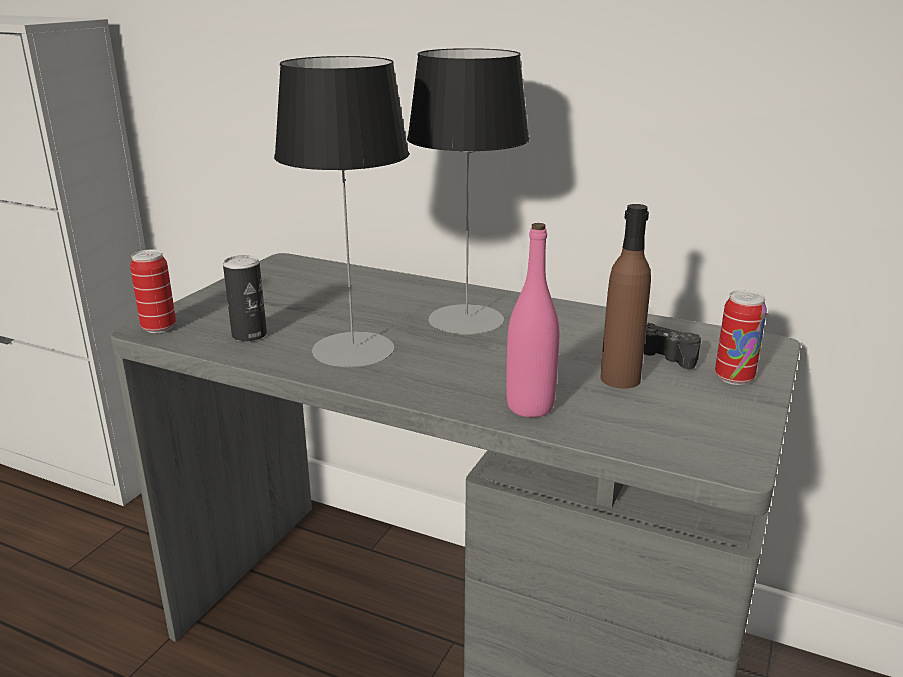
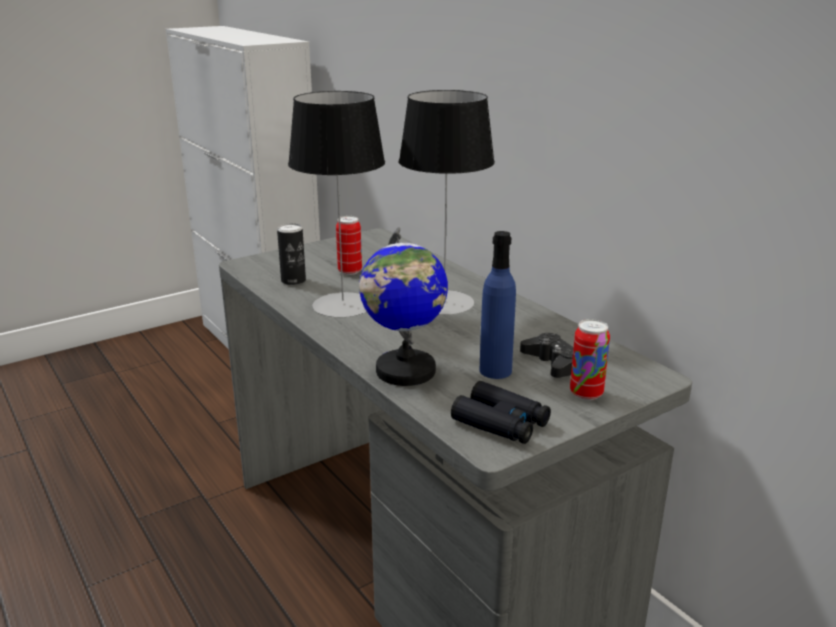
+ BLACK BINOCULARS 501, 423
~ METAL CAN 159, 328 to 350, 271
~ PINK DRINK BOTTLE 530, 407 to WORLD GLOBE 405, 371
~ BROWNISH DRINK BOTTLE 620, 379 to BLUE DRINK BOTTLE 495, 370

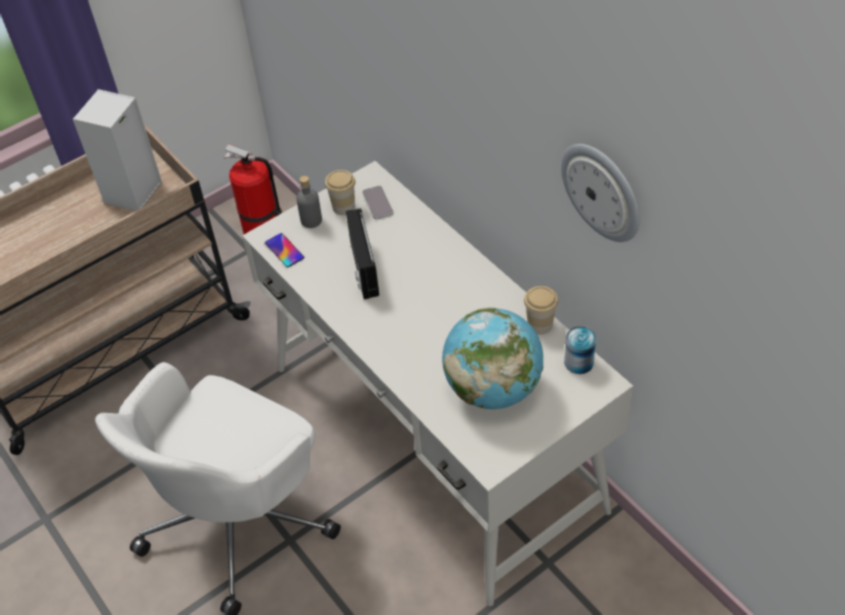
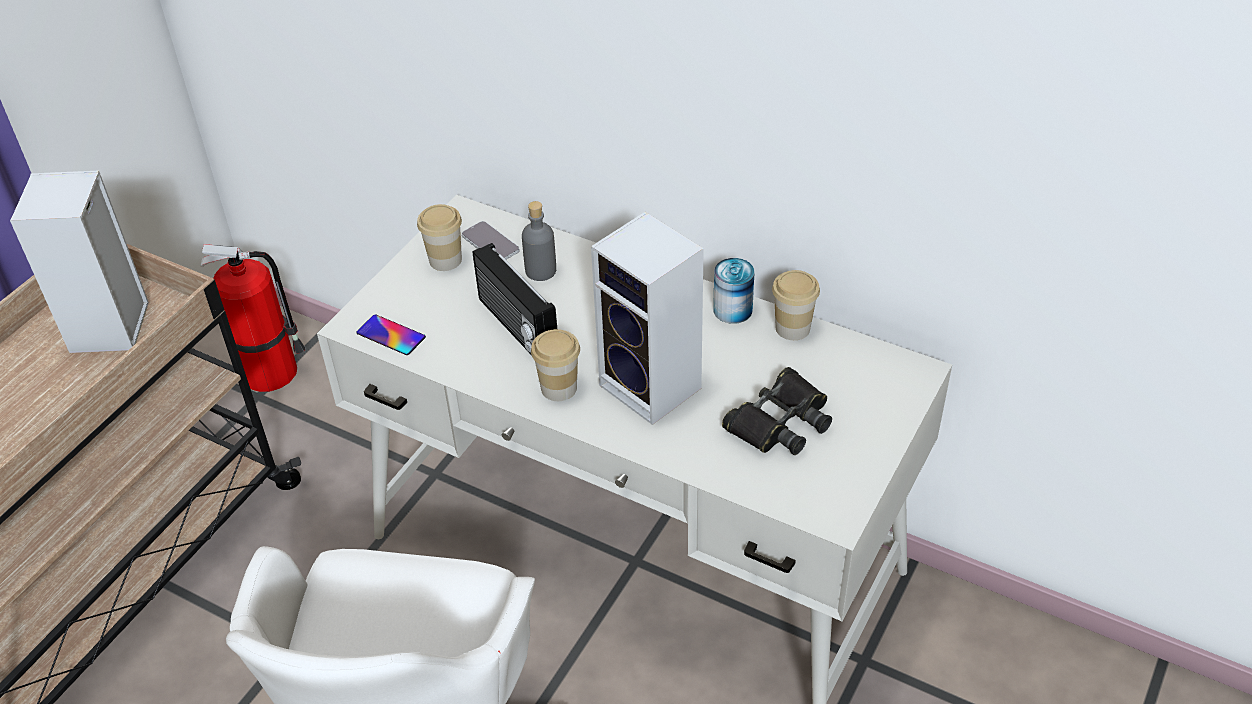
- WALL CLOCK 602, 191
+ CUP 559, 388
+ LOUDSPEAKER 654, 387
~ GRAY DRINK BOTTLE 311, 220 to 541, 270
~ METAL CAN 579, 362 to 732, 310
~ WORLD GLOBE 493, 388 to BLACK BINOCULARS 780, 421

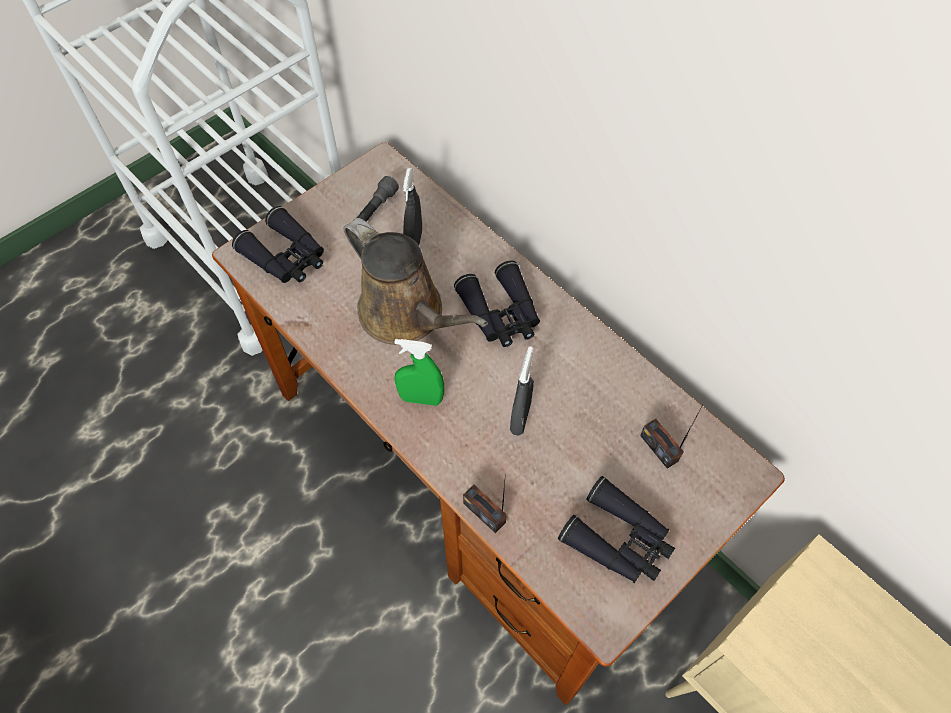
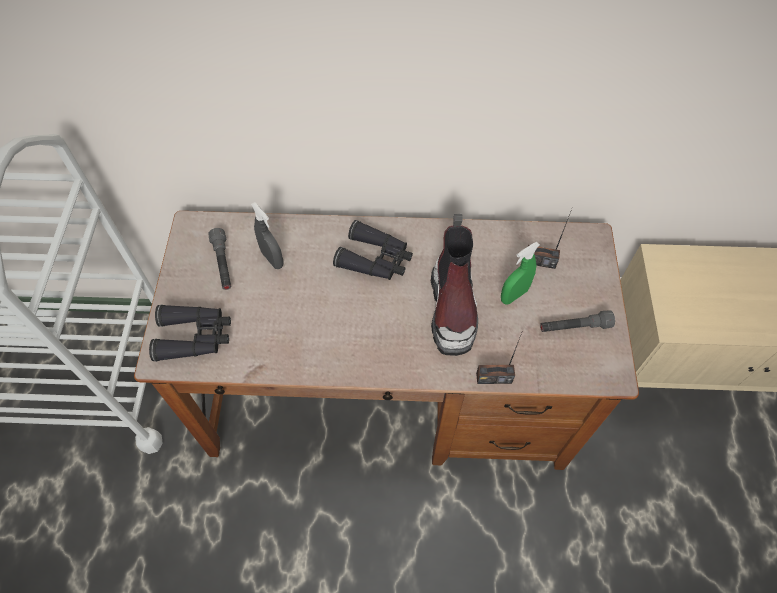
- BROWNISH SPRINKLING CAN 407, 314
~ GREEN-COLOURED HAND SPRAYER 421, 398 to 514, 295
~ GRAY HAND SPRAYER 520, 418 to HIGH-TOP BOOT 453, 308
~ BLACK BINOCULARS 619, 540 to GRAY FLASHLIGHT 574, 327

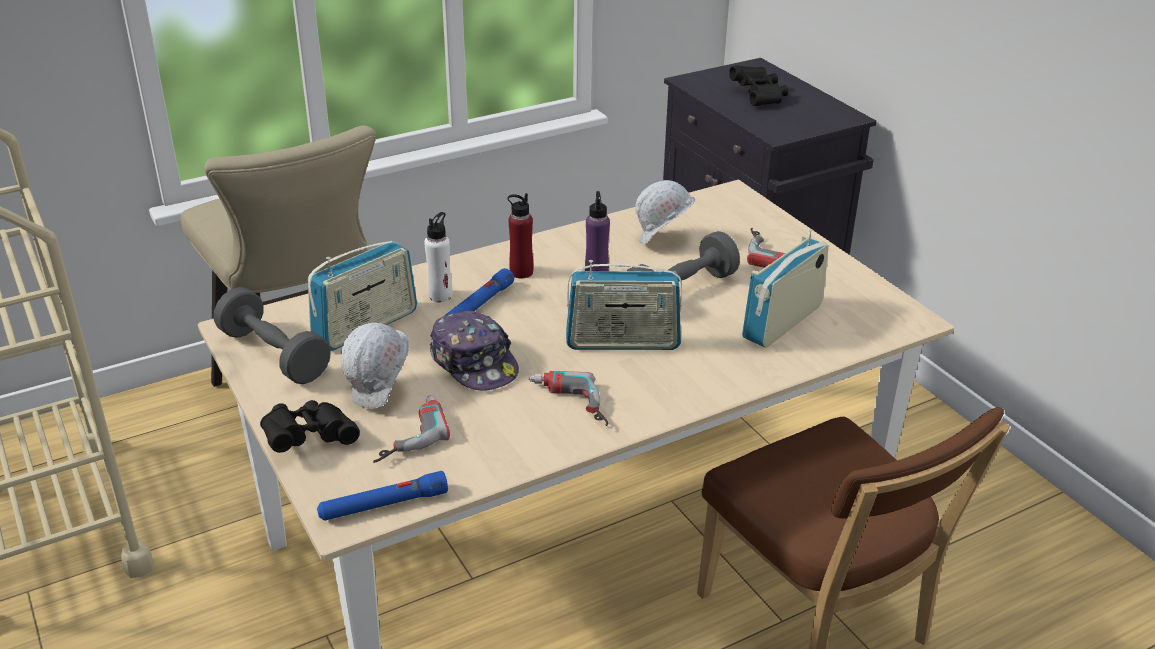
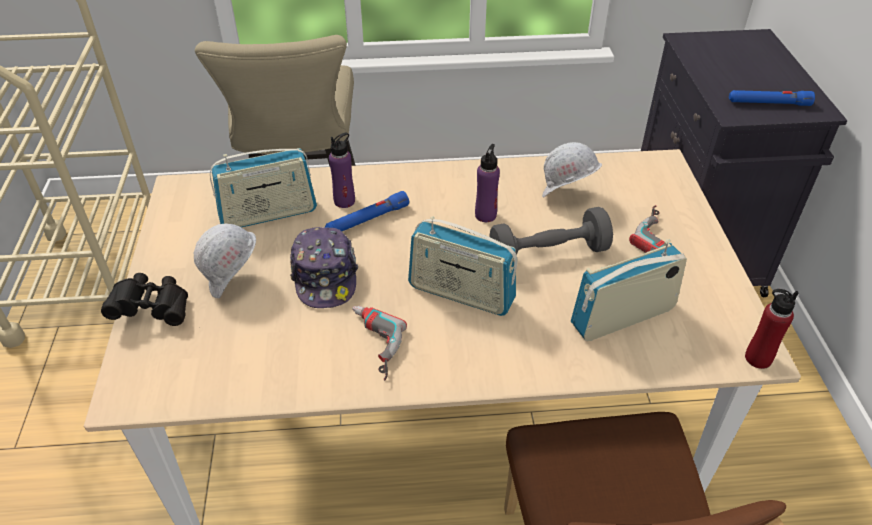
- GRAY FREE WEIGHT 274, 355
- ELECTRIC DRILL 406, 434
- BLACK BINOCULARS 759, 96
~ BLUE FLASHLIGHT 383, 505 to 768, 103
~ RED DRINK BOTTLE 521, 272 to 758, 358
~ WHITE DRINK BOTTLE 440, 295 to PURPLE DRINK BOTTLE 344, 201

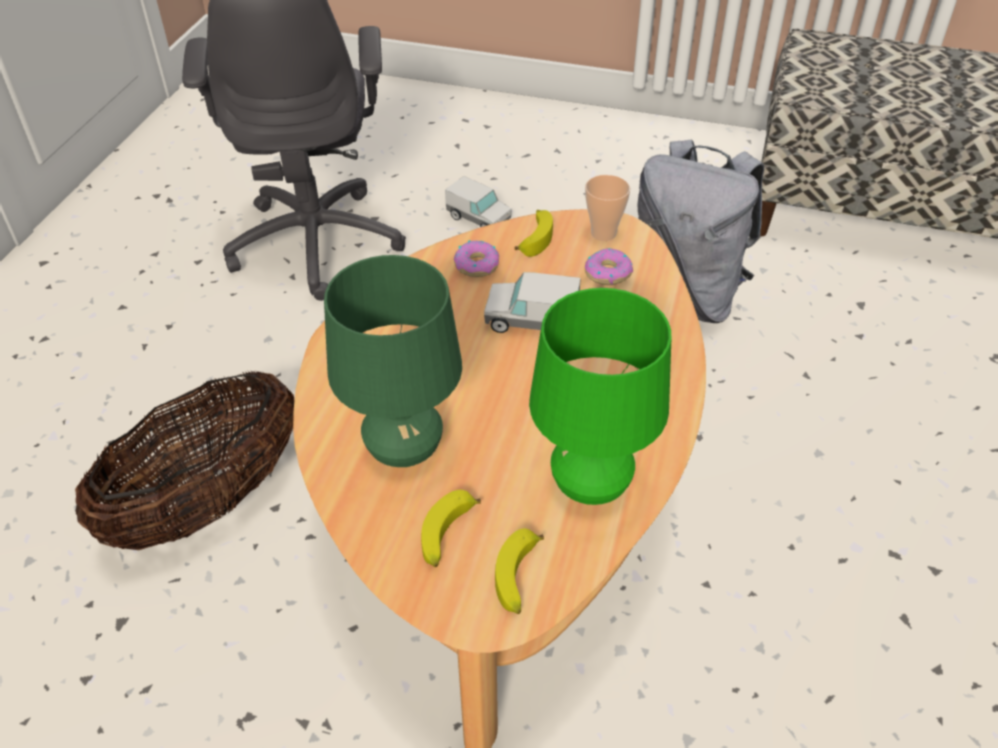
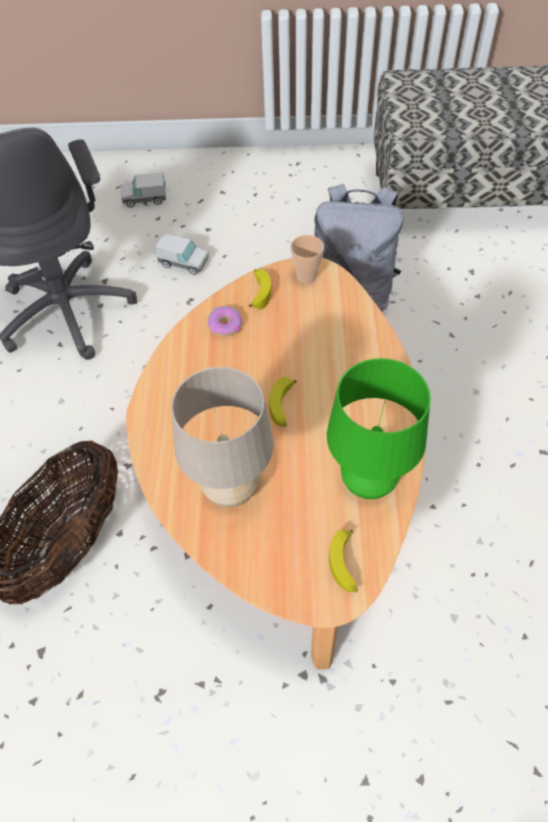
- RING DOUGHNUT 607, 273
~ BANANA FRUIT 447, 536 to 283, 407
~ TOY TRUCK 532, 321 to 145, 199
~ GREEN-COLOURED TABLETOP LAMP 405, 450 to SAND-COLOURED TABLETOP LAMP 231, 489

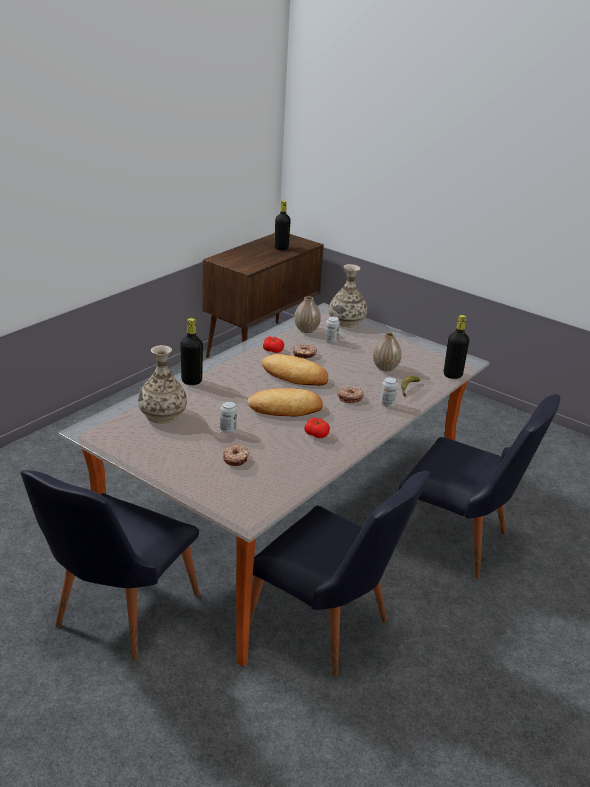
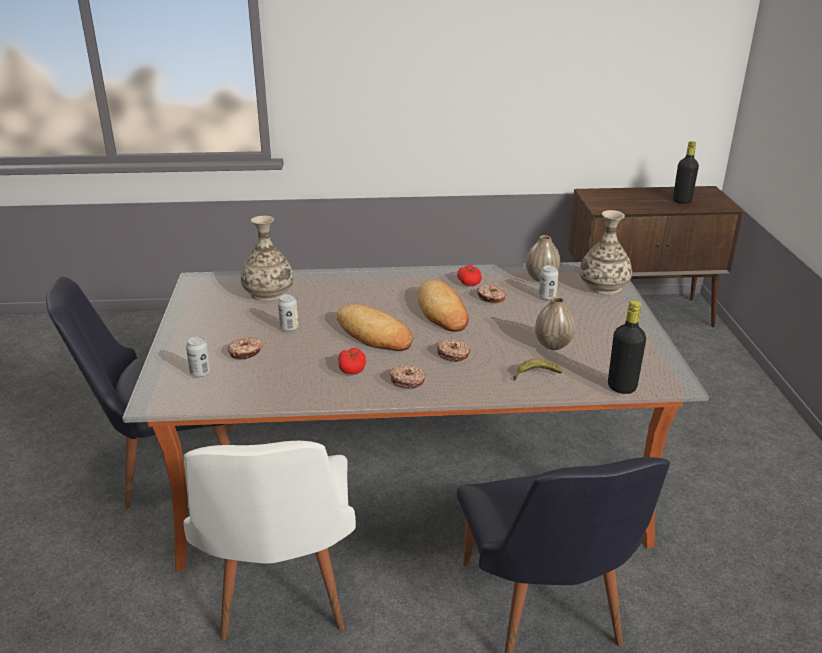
- BLACK DRINK BOTTLE 191, 381
+ RING DOUGHNUT 407, 381
~ METAL CAN 387, 404 to 200, 372
~ BLACK UPRIGHT CHAIR 328, 630 to WHITE UPRIGHT CHAIR 281, 596

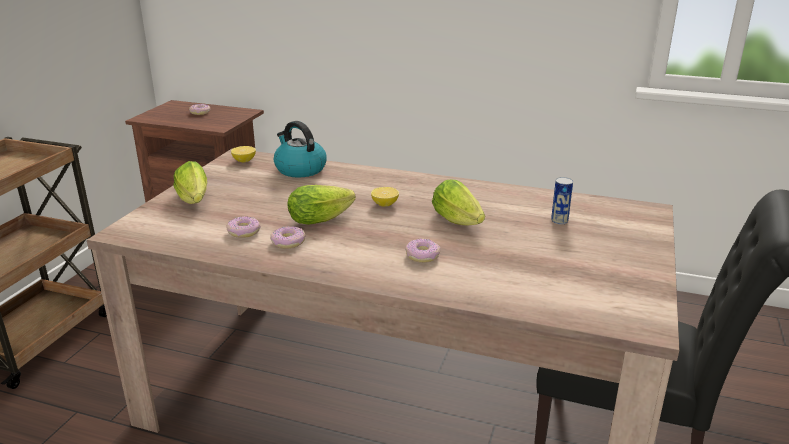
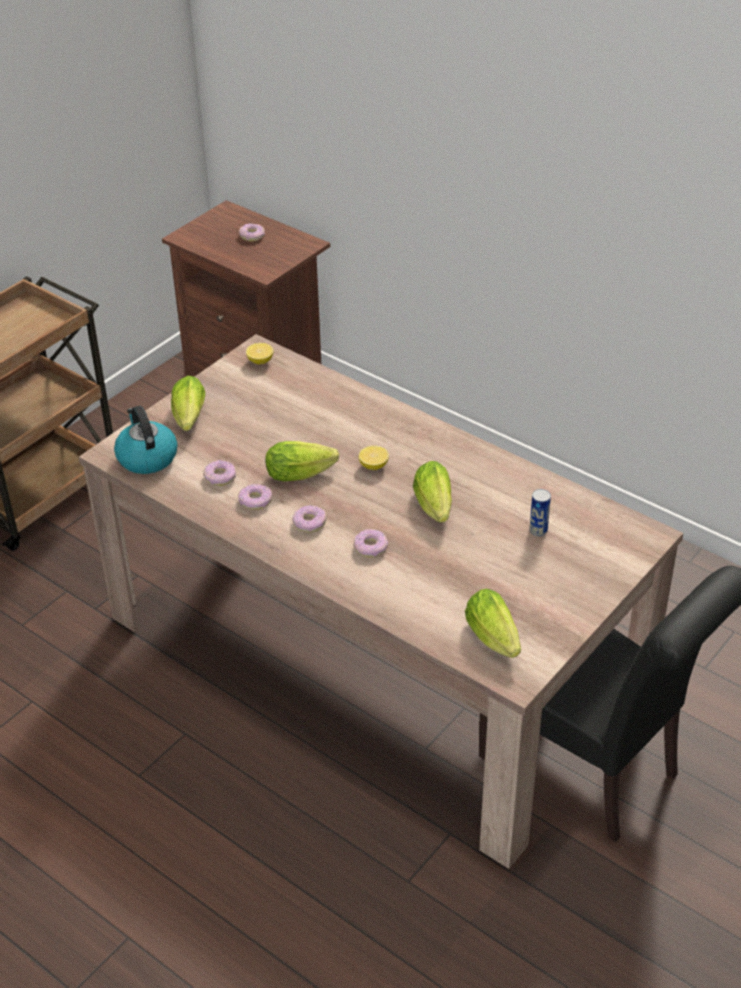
+ RING DOUGHNUT 309, 523
+ HEAD OF LETTUCE 495, 639
~ KETTLE 299, 169 to 146, 457

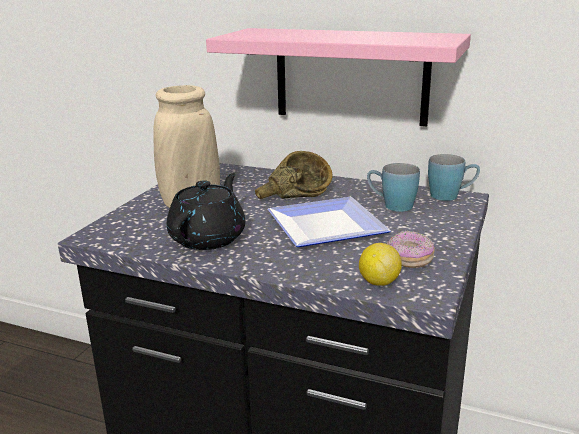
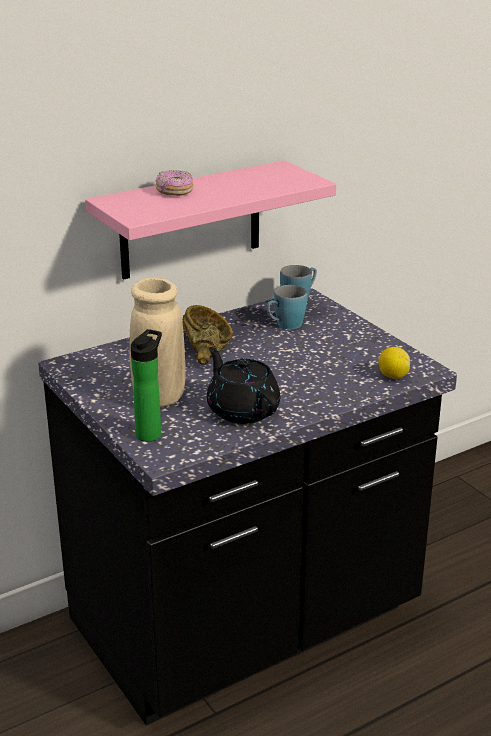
- PLATE 321, 225
+ DRINK BOTTLE 150, 433
~ RING DOUGHNUT 409, 259 to 174, 192

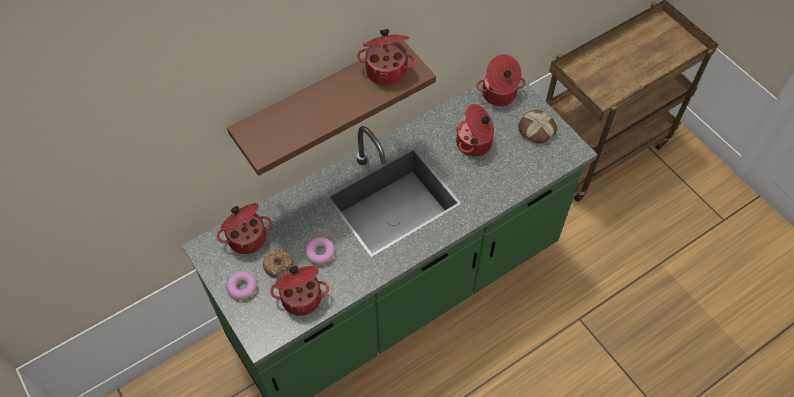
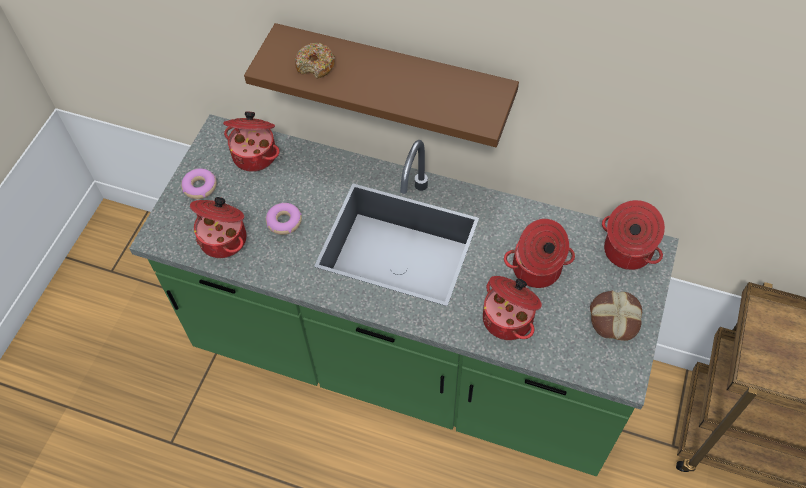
~ RING DOUGHNUT 278, 265 to 315, 65
~ SAUCEPOT 386, 70 to 509, 318

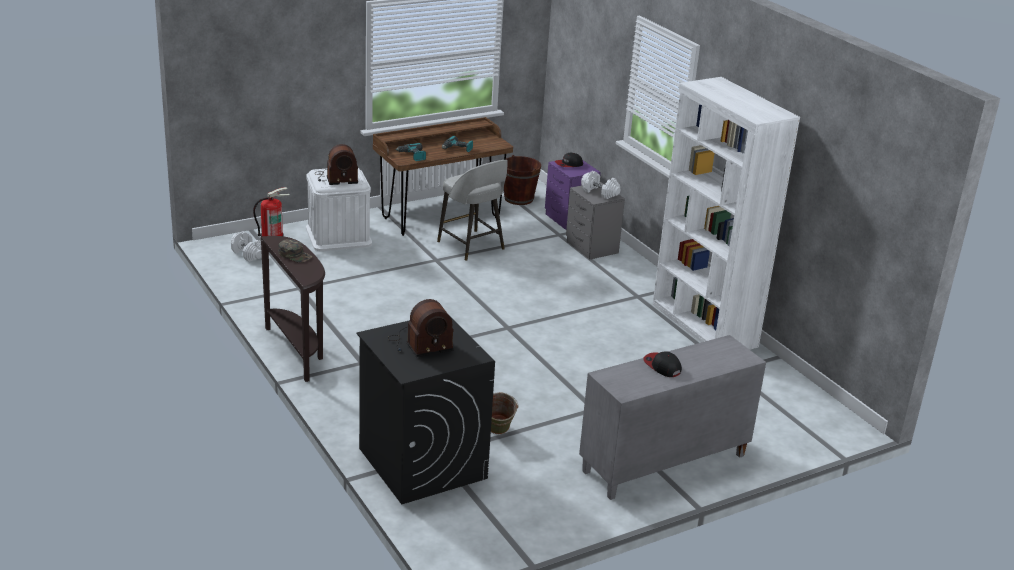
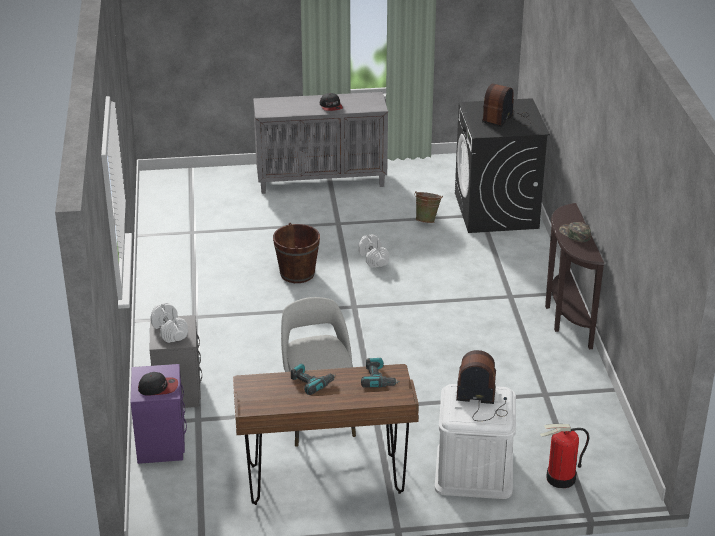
- WHITE BOOKSHELF 703, 326
~ WHITE FREE WEIGHT 248, 254 to 373, 258
~ BROWNISH PAIL 518, 199 to 297, 273
~ RADIO SET 419, 344 = 506, 119 60 degrees counterclockwise

